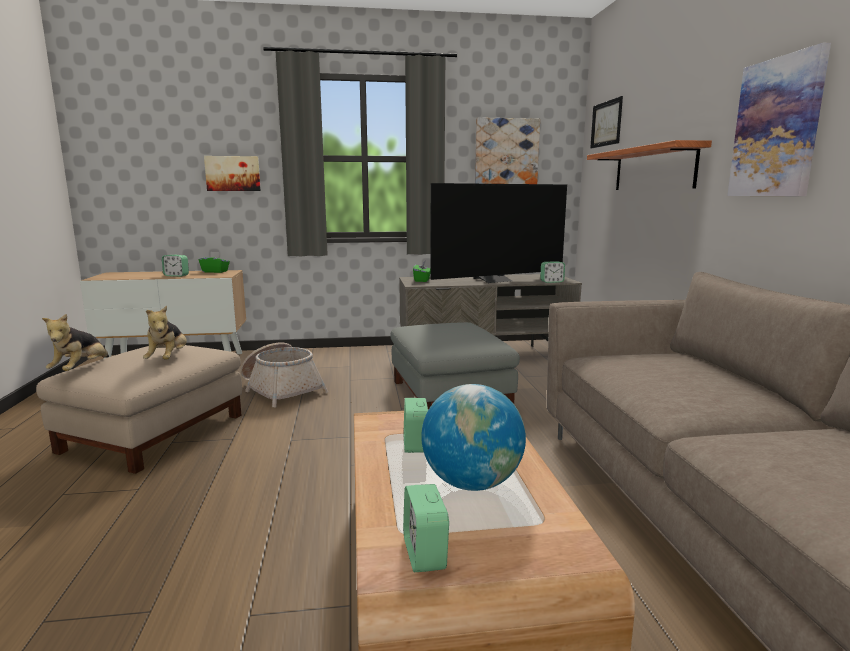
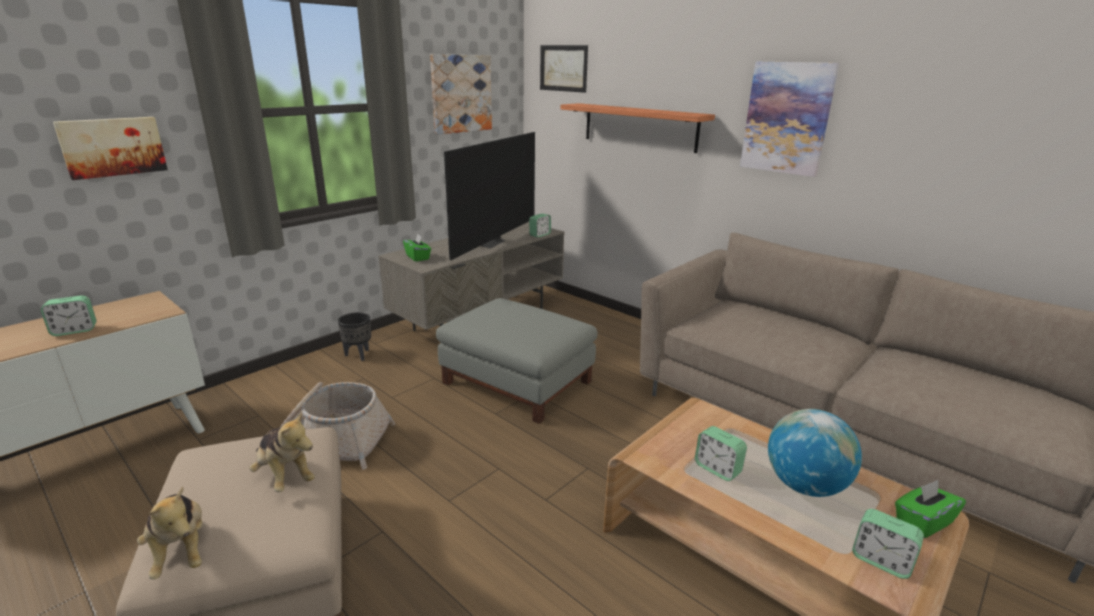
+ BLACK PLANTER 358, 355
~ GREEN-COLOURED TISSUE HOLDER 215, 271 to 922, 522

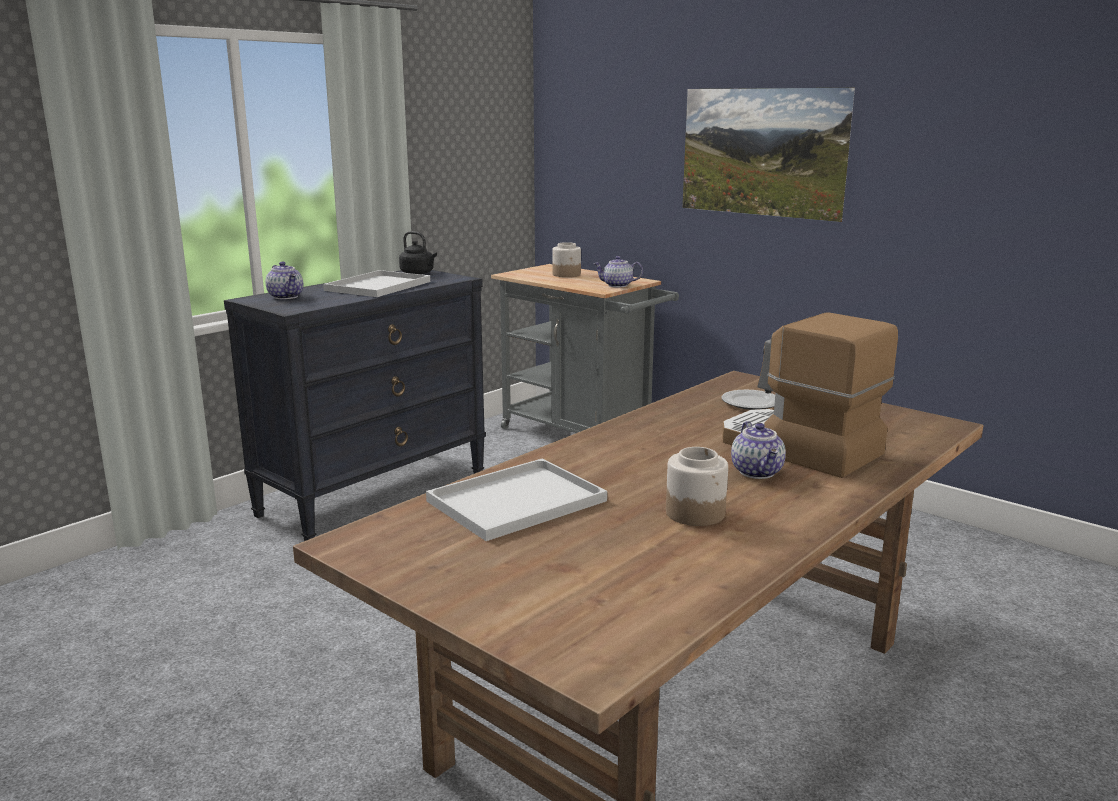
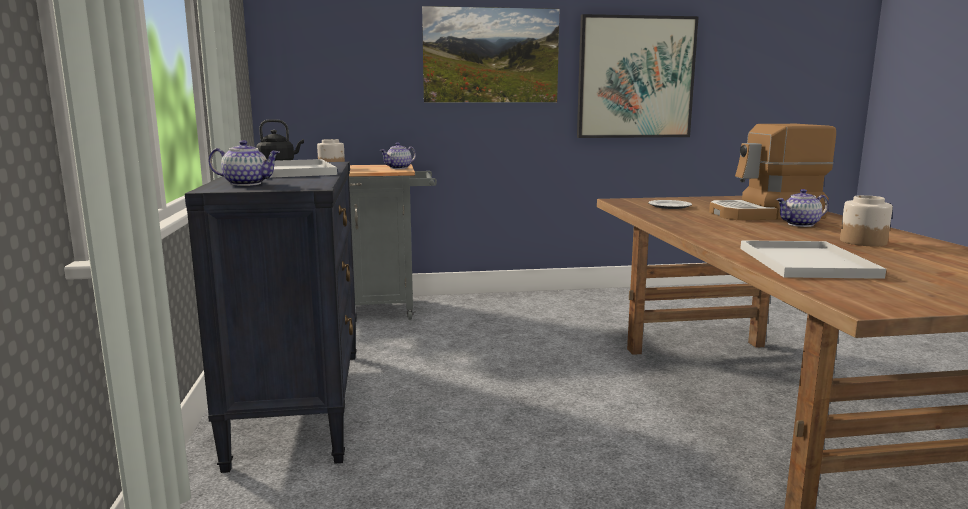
+ PICTURE 635, 77
~ TEAPOT 758, 472 = 800, 224 135 degrees clockwise

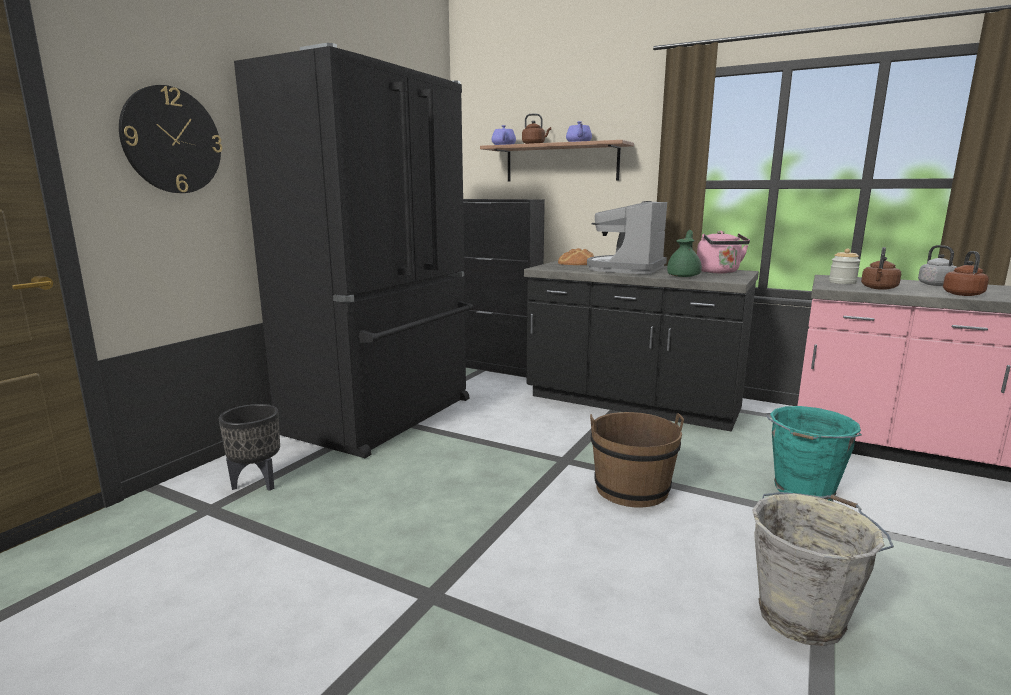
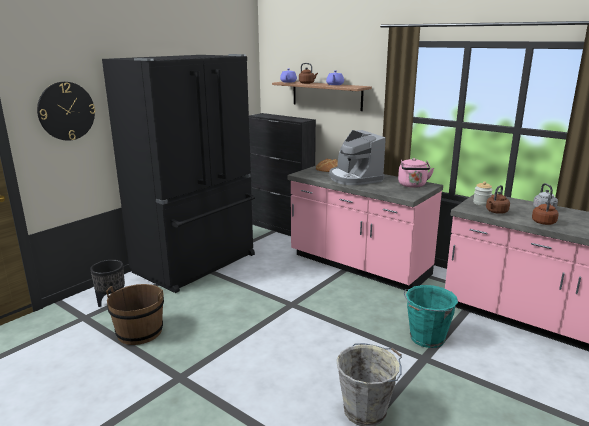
- GREEN-COLOURED TEAPOT 684, 276
~ BROWNISH PAIL 631, 489 to 140, 332
~ BLACK COUNTER 631, 404 to PINK COUNTER 358, 266
~ COFFEE MAKER 626, 269 = 354, 178 60 degrees counterclockwise

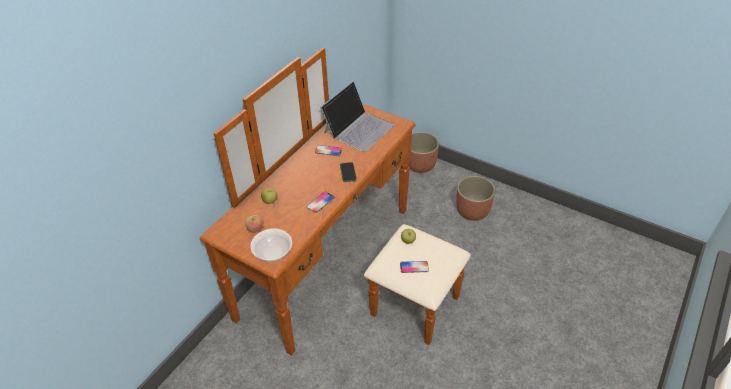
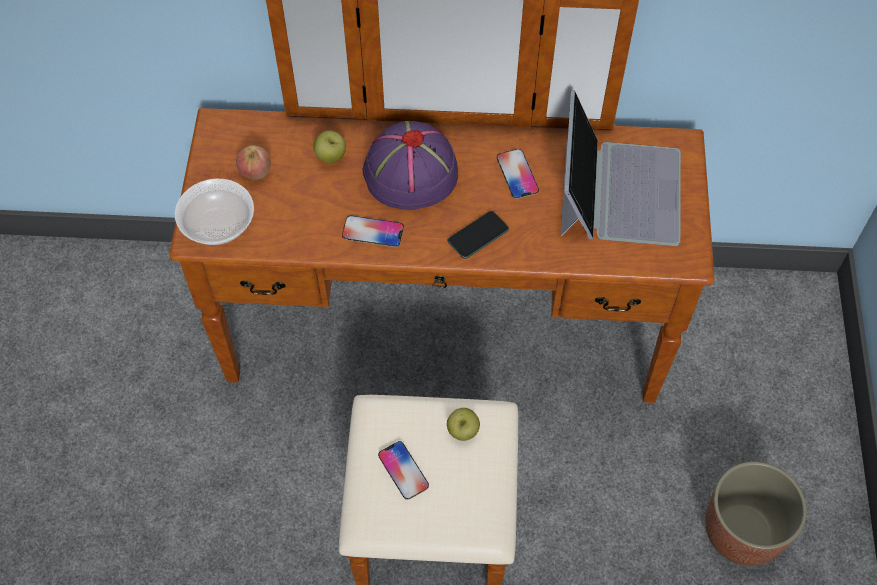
- PLANTER 420, 165
+ PURPLE HAT 410, 173
~ PORTABLE COMPUTER 358, 128 = 618, 190 90 degrees counterclockwise

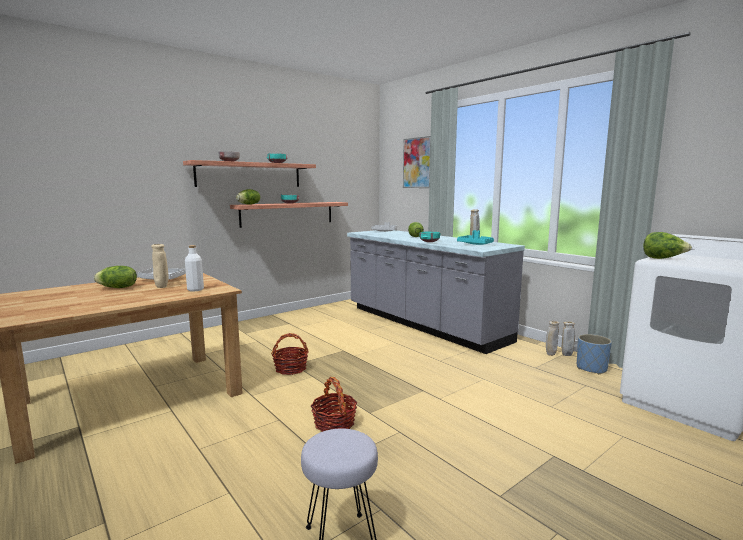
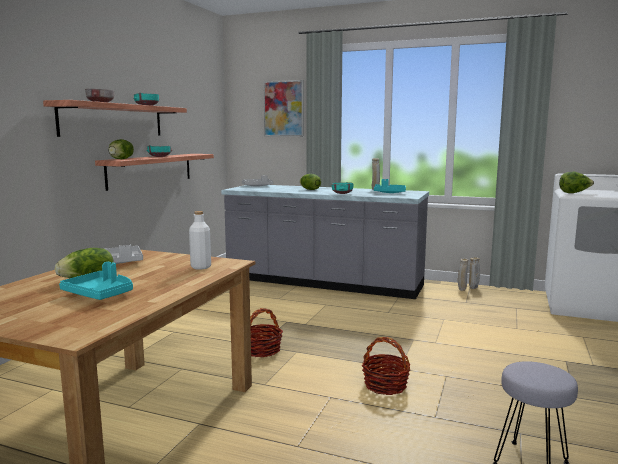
- SAND-COLOURED DECORATIVE VASE 162, 287
- BLUE PLANTER 591, 368
+ TURQUOISE SERVING TRAY 100, 294

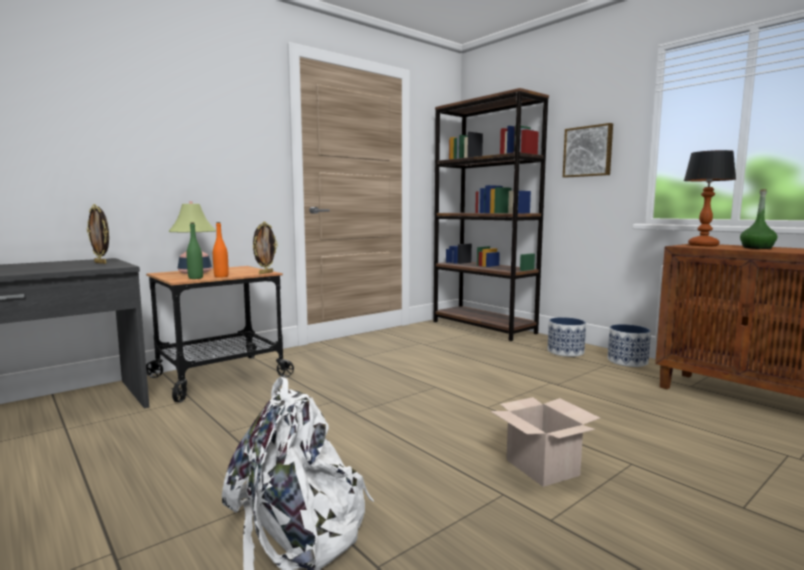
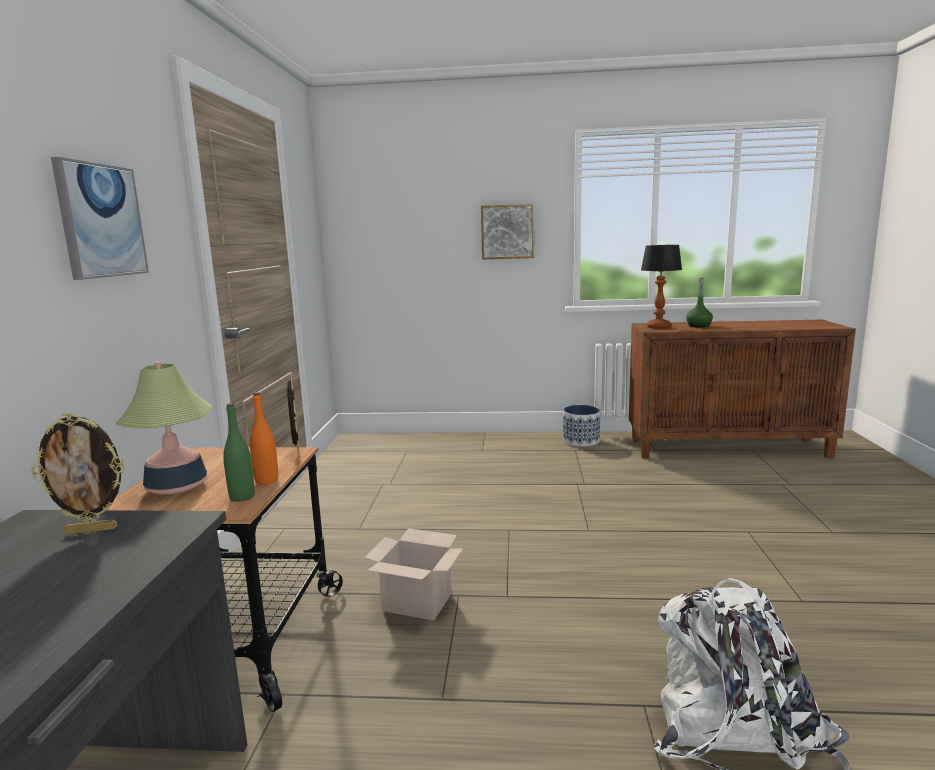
- BROWNISH BOOKSHELF 483, 327
- PLANTER 565, 352
+ PICTURE 101, 221
~ CARTON 544, 468 to 419, 602

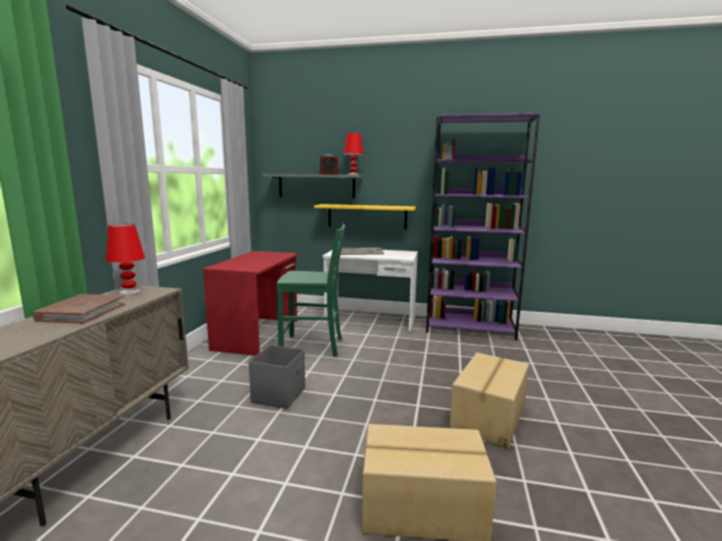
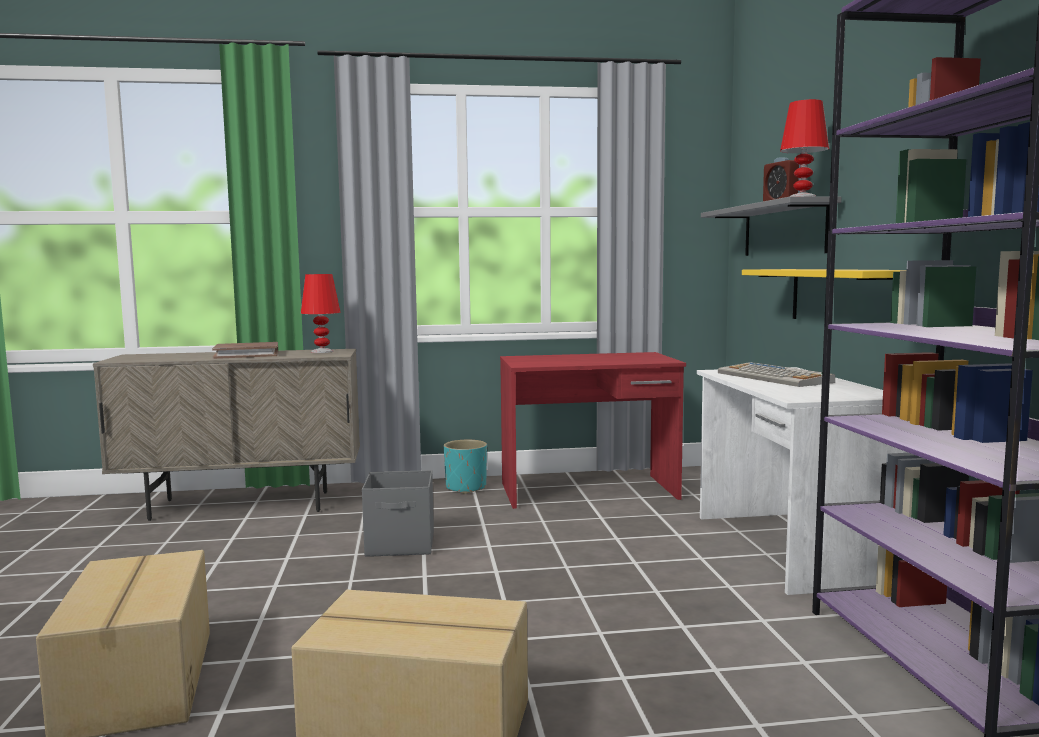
- GREEN-COLOURED UPRIGHT CHAIR 313, 346
+ TURQUOISE PLANTER 466, 488

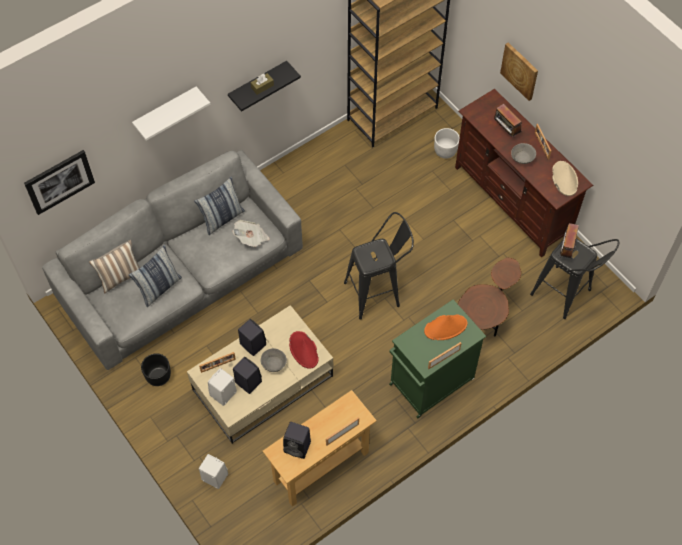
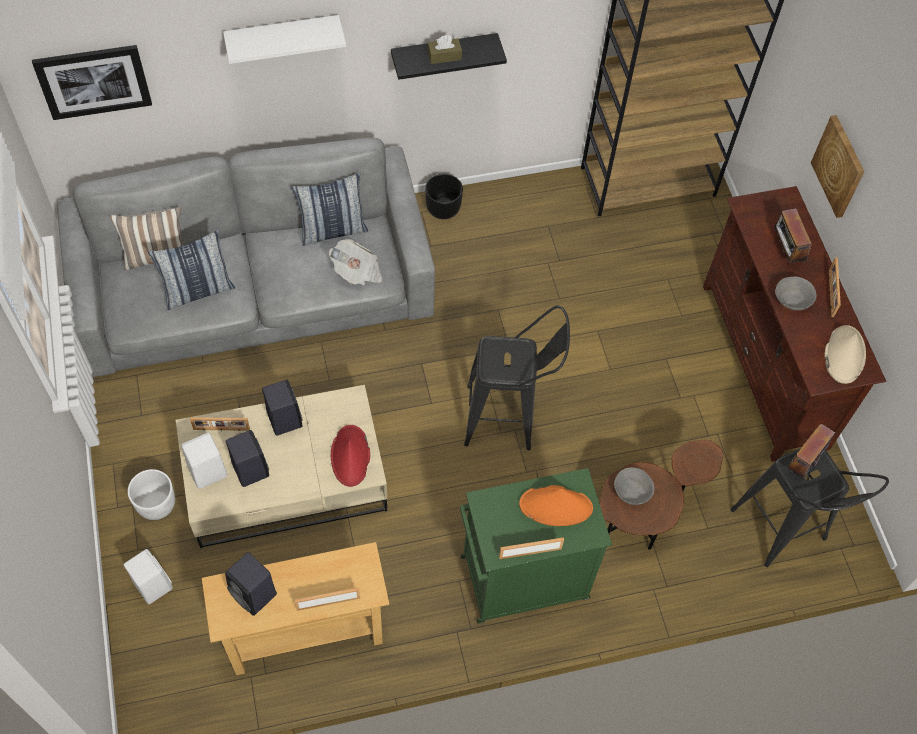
~ BLACK PLANTER 158, 376 to 443, 208
~ GRAY DEEP DISH 274, 364 to 632, 492
~ WHITE PLANTER 445, 151 to 156, 504

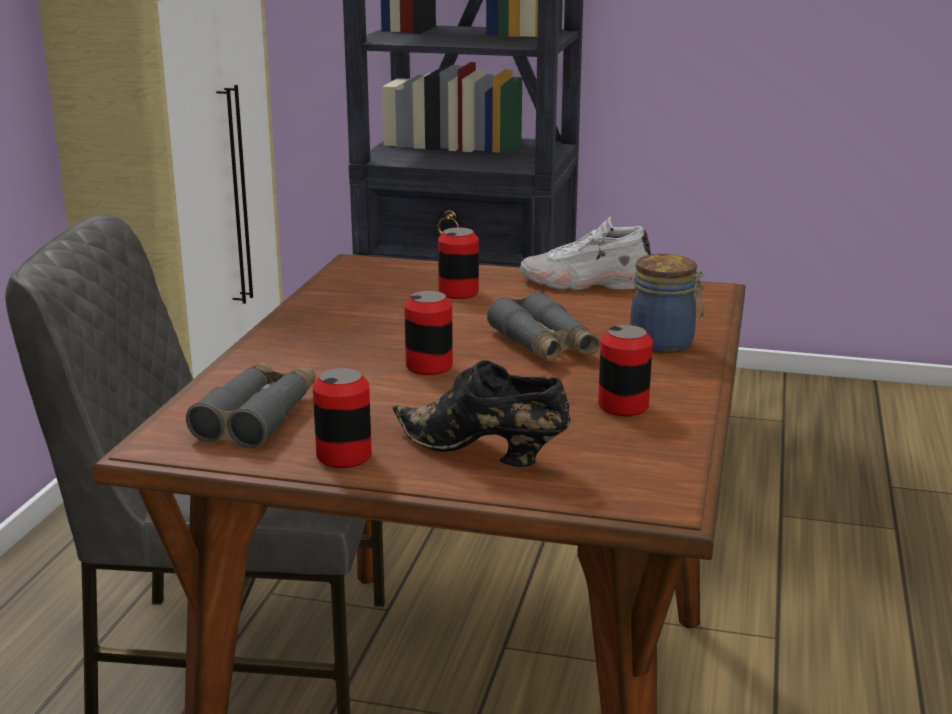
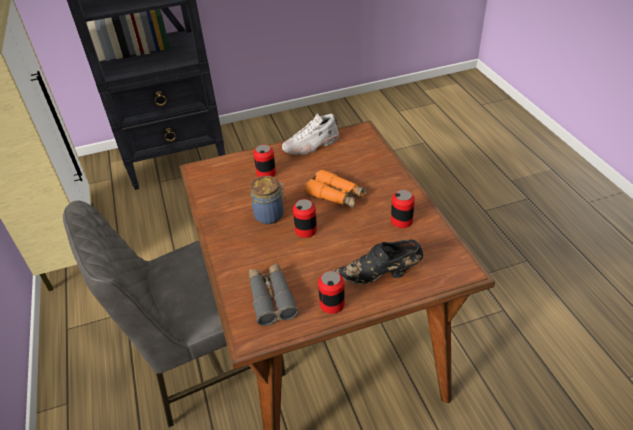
~ JAR 664, 344 to 270, 215
~ GRAY BINOCULARS 544, 345 to ORANGE BINOCULARS 336, 195

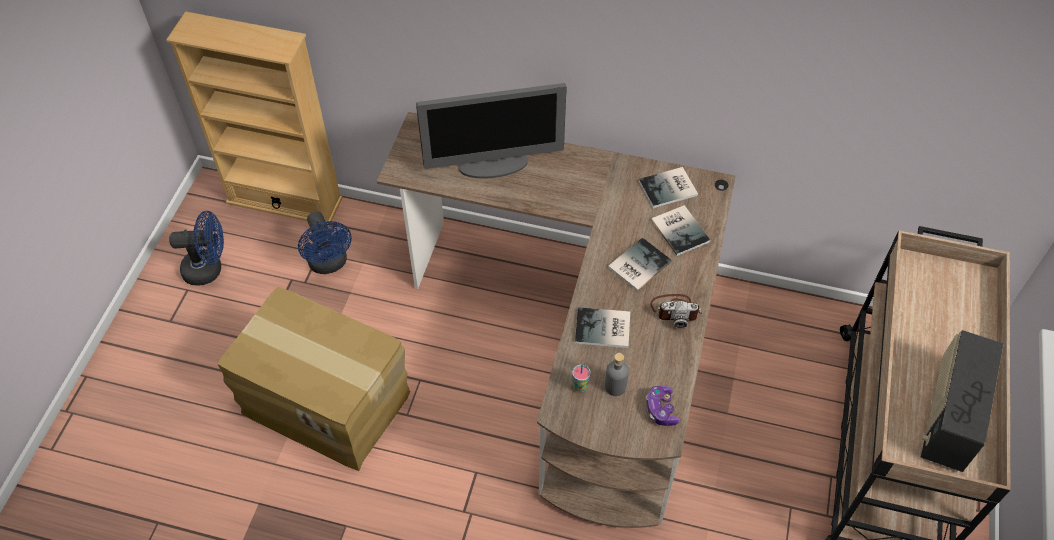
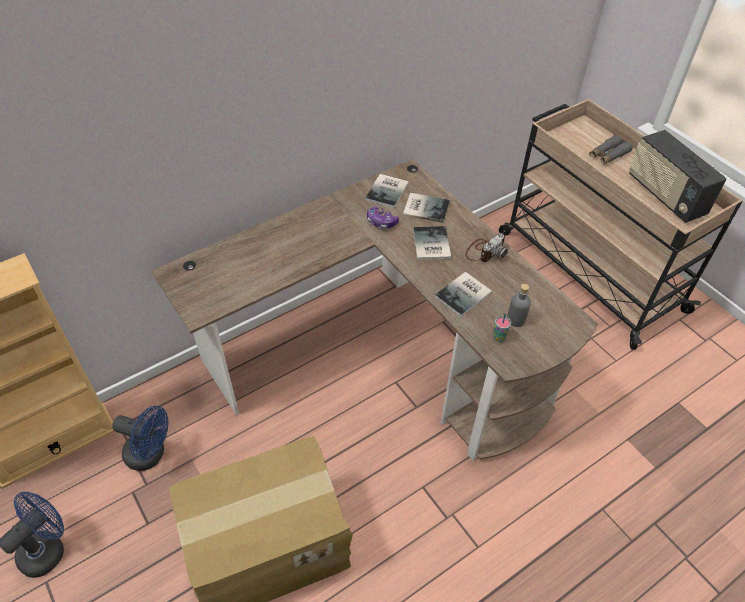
- COMPUTER SCREEN 494, 165
+ GRAY BINOCULARS 608, 155
~ JOYPAD 661, 409 to 381, 222

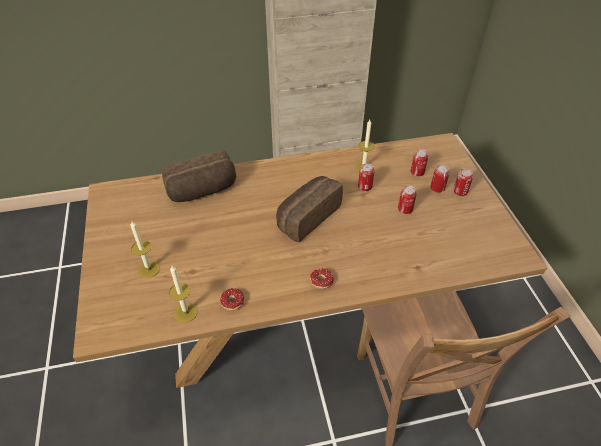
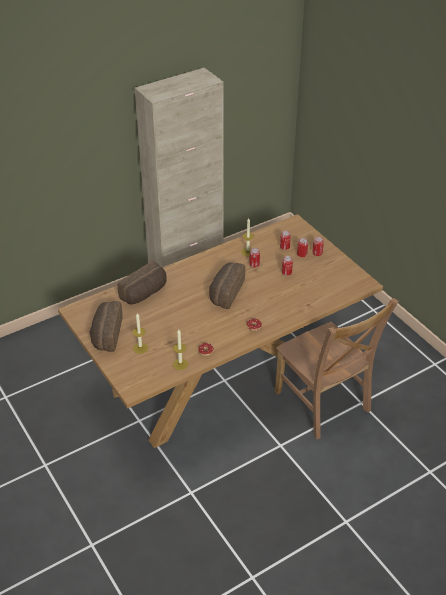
+ BAKERY BREAD 106, 334

